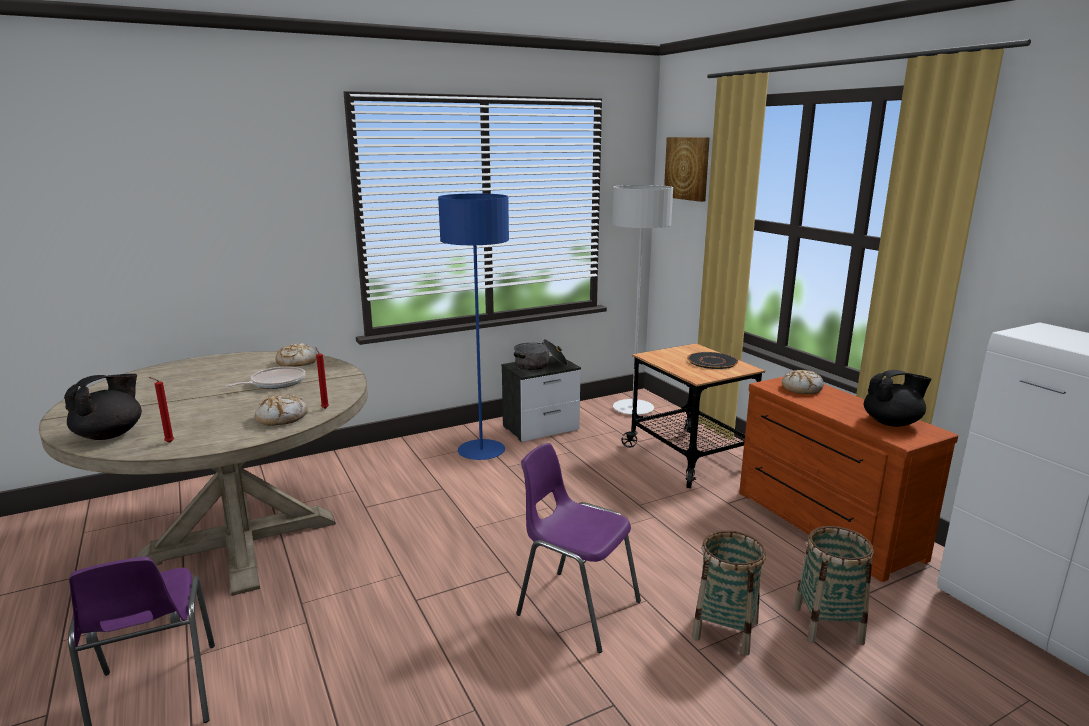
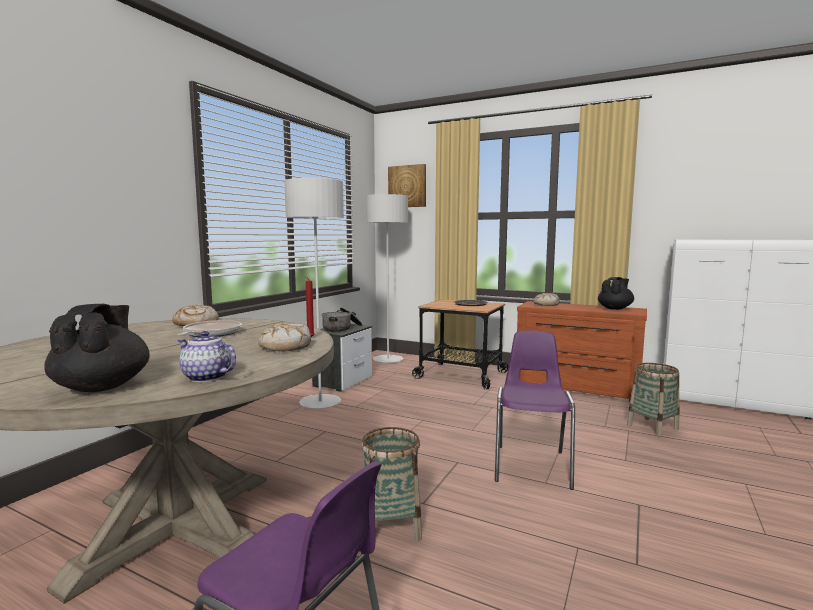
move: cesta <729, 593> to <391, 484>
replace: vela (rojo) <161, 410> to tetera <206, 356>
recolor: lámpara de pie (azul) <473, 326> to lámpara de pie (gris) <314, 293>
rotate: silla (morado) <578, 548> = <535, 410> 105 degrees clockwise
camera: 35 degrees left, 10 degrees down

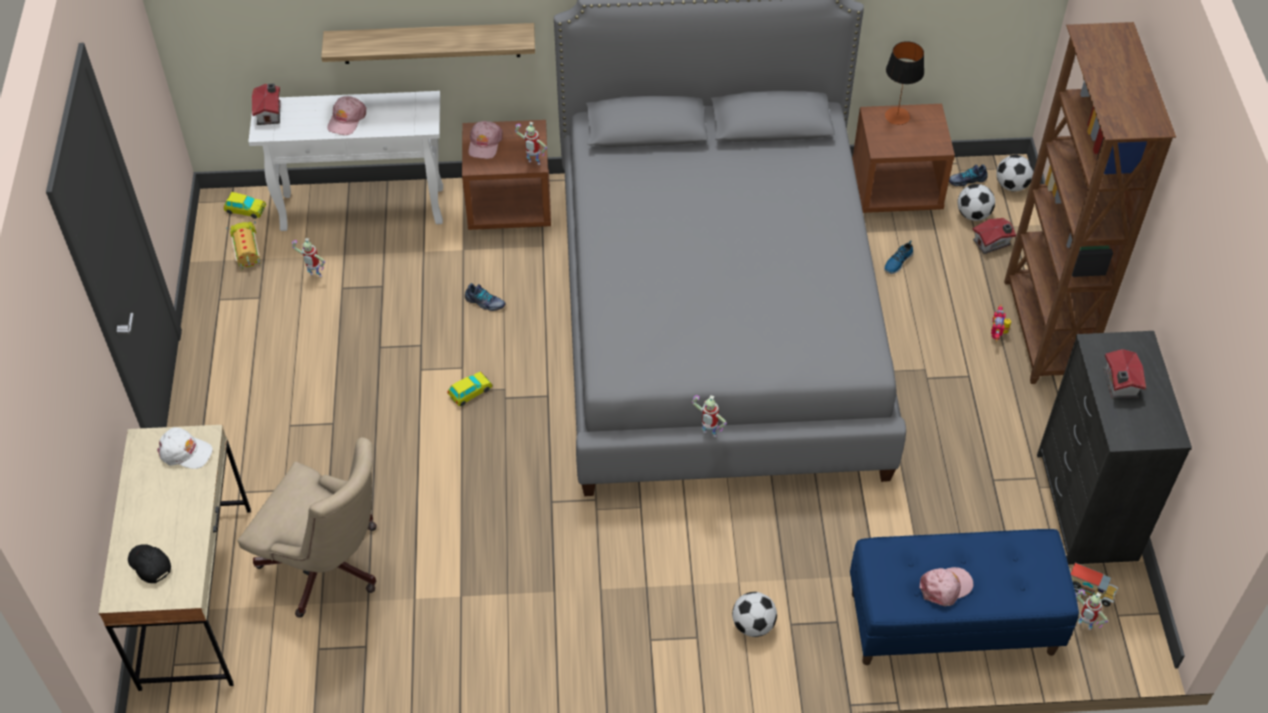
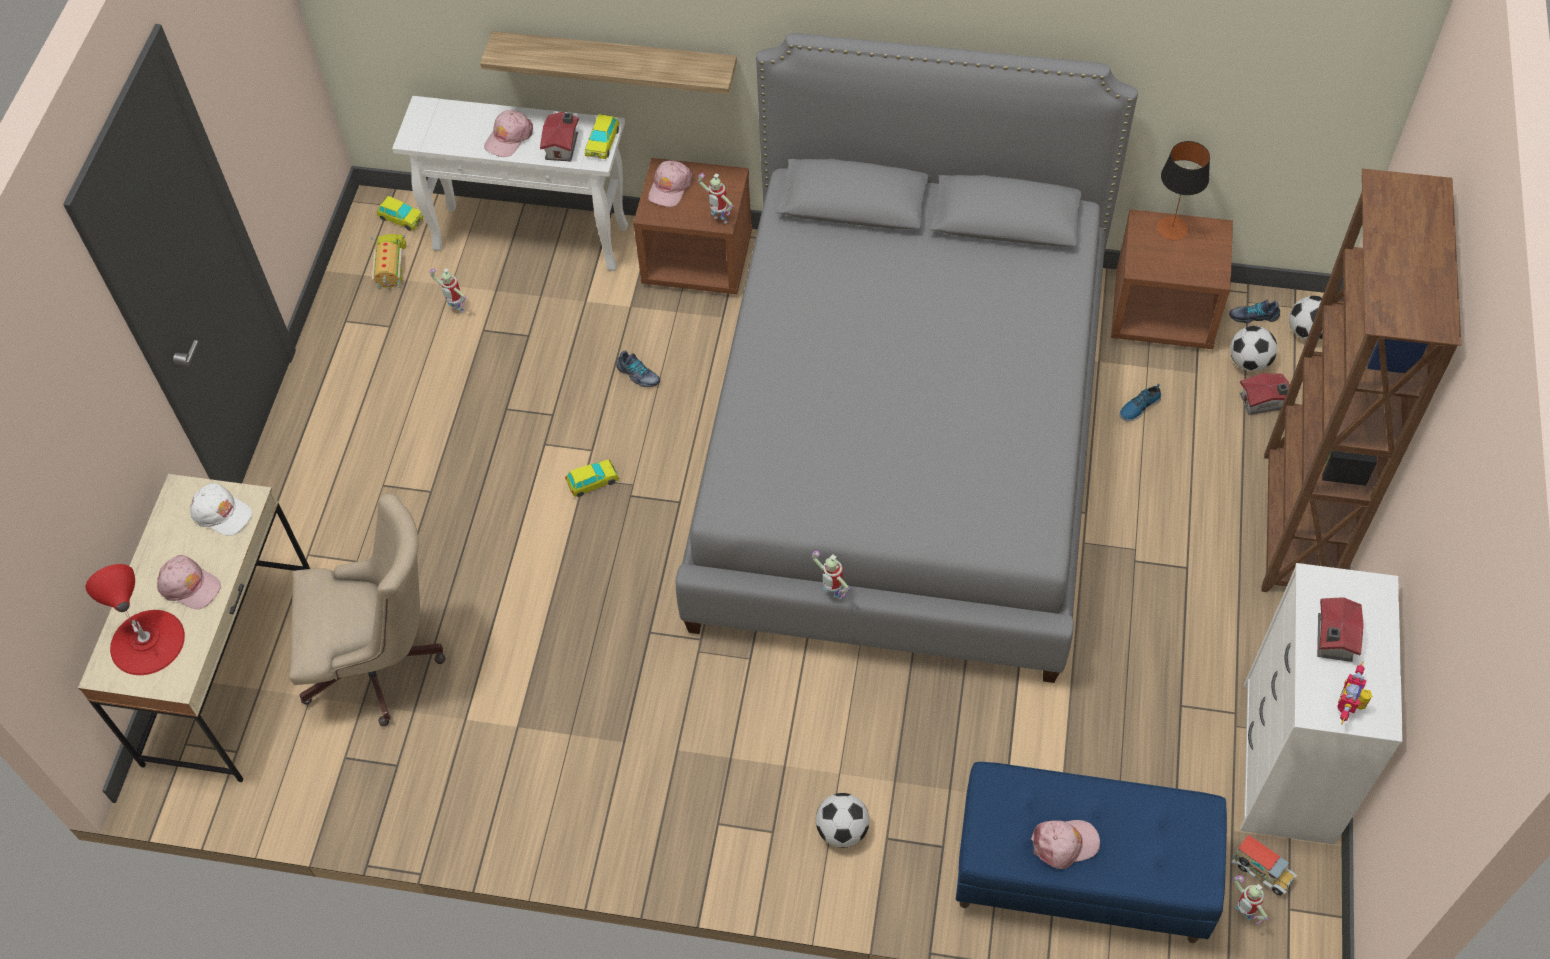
insert: gorra (rosa) <189, 582>; coche de juguete <602, 136>
move: casita <266, 104> to <559, 136>; robot de juguete <1001, 323> to <1354, 693>
replace: gorra (negro) <149, 563> to lámpara de mesa (rojo) <135, 619>
recolor: cómoda (negro) <1114, 448> to cómoda (blanco) <1321, 704>
rotate: silla de oficina (beis) <307, 527> = <367, 610> 45 degrees counterclockwise
camera: 15 degrees right, 5 degrees up

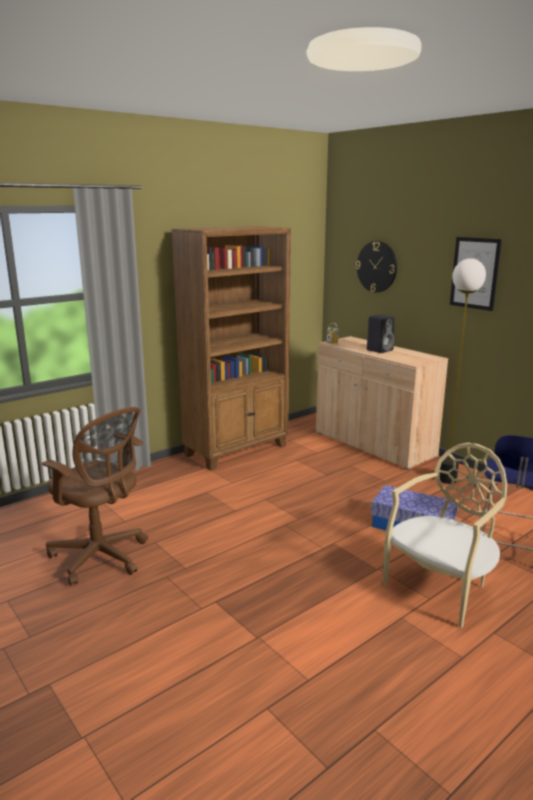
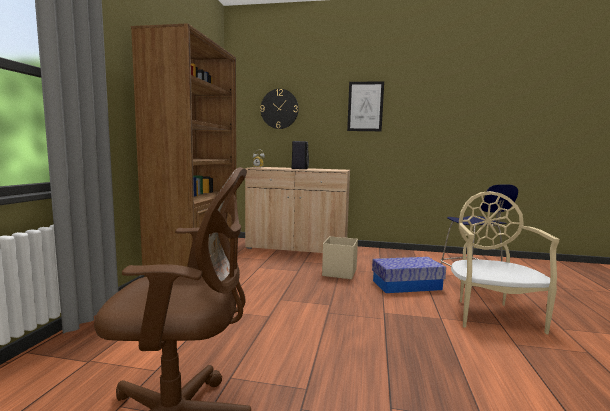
delete: lámpara de pie <462, 371>
insert: caja de almacenaje (beis) <340, 257>
camera: 40 degrees left, 10 degrees down

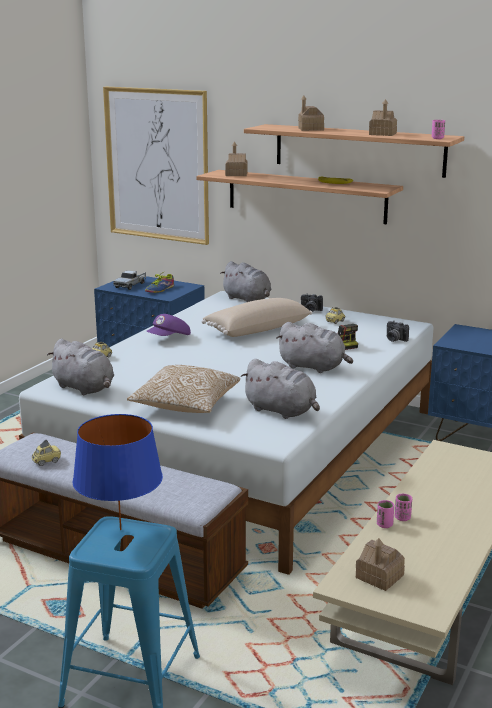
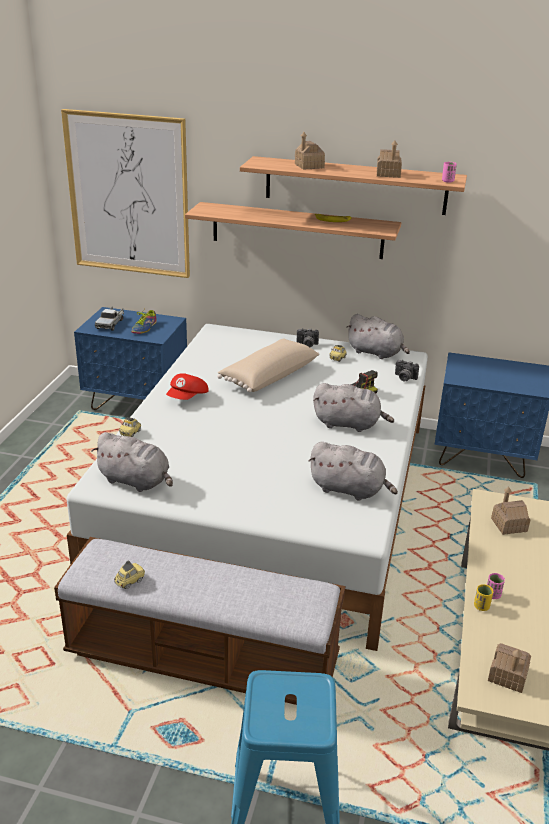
delete: lámpara de mesa (azul) <117, 472>; cojín <183, 389>
move: peluche (gris) <245, 281> to <378, 336>; casita <236, 159> to <511, 511>
recolor: gorra (morado) <169, 325> to gorra (rojo) <187, 386>; taza (rosa) <385, 514> to taza (amarillo) <483, 597>
camera: 15 degrees left, 10 degrees up

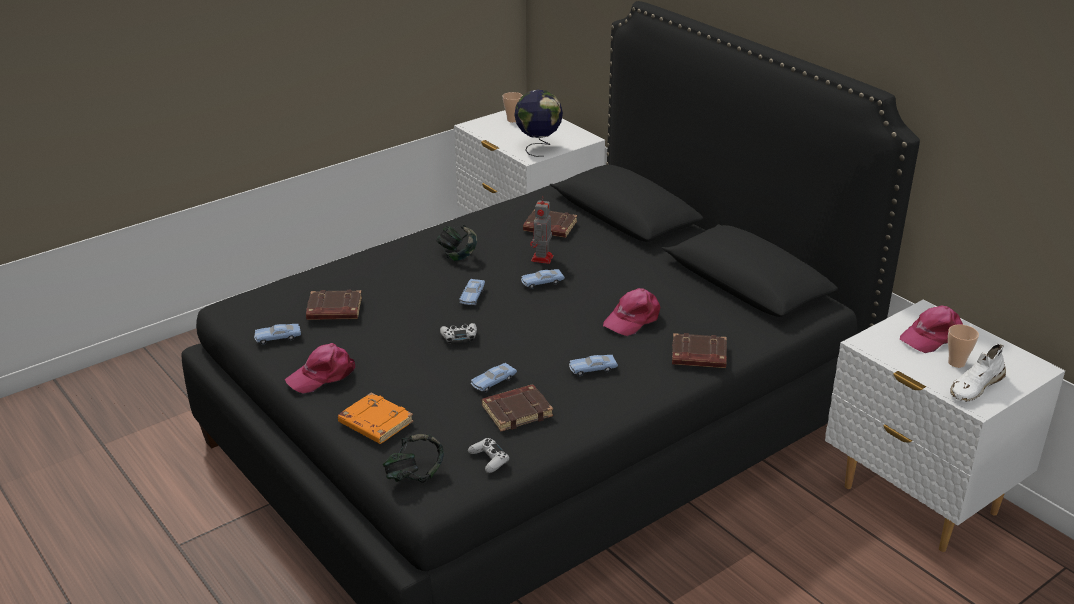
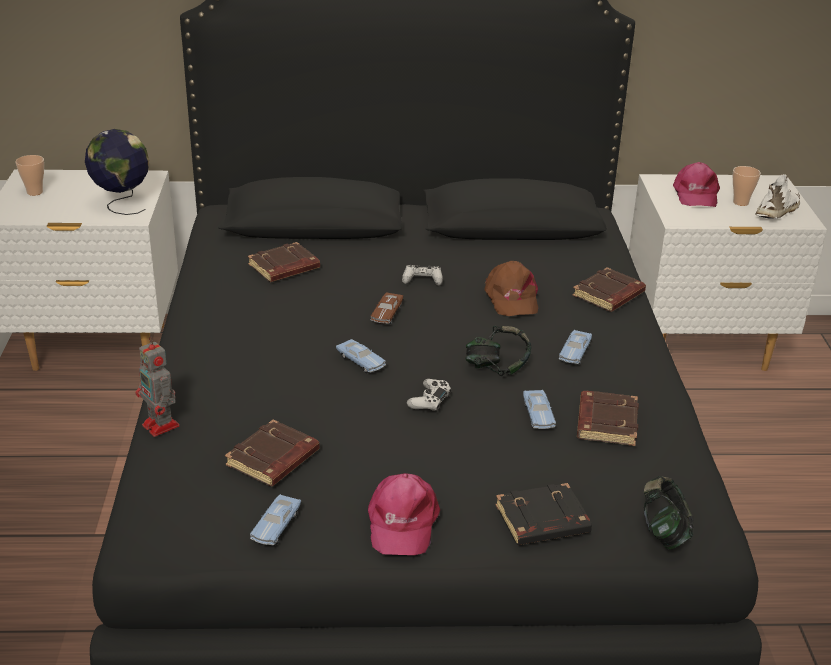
move: auriculares <456, 243> to <498, 351>; mando de consola (blanco) <488, 455> to <422, 275>; robot de juguete <542, 229> to <158, 386>
recolor: libro (naranja) <376, 418> to libro (negro) <544, 514>; coche de juguete (azul) <543, 279> to coche de juguete (marrón) <386, 308>; gorra (rosa) <632, 312> to gorra (marrón) <511, 288>
rotate: zapato (blanco) <978, 373> = <777, 196> 135 degrees counterclockwise
camera: 55 degrees left, 0 degrees up

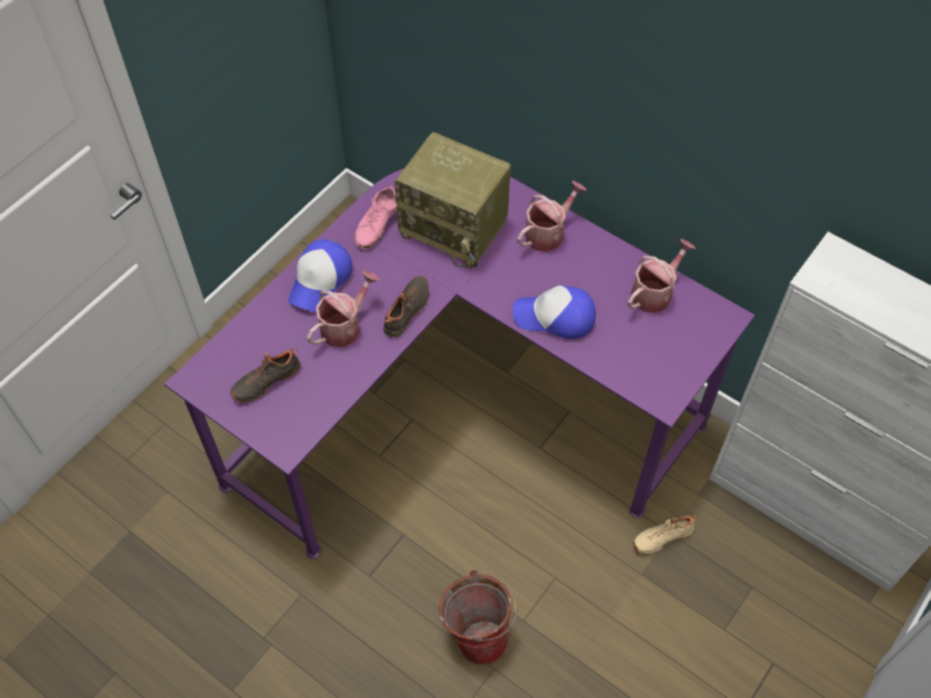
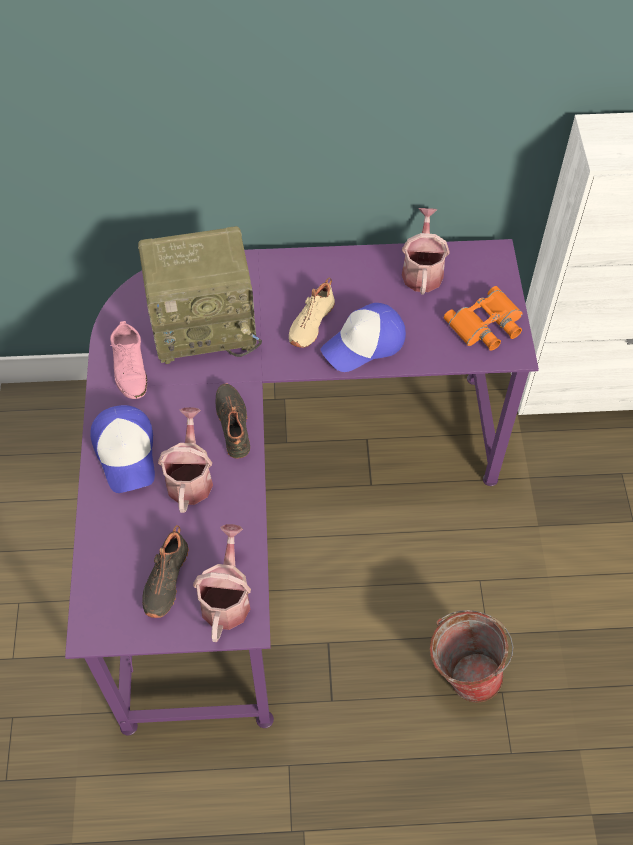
insert: prismáticos (naranja) <483, 318>
move: regadera <552, 216> to <222, 583>; zapato (beis) <665, 534> to <312, 313>
camera: 40 degrees left, 0 degrees up

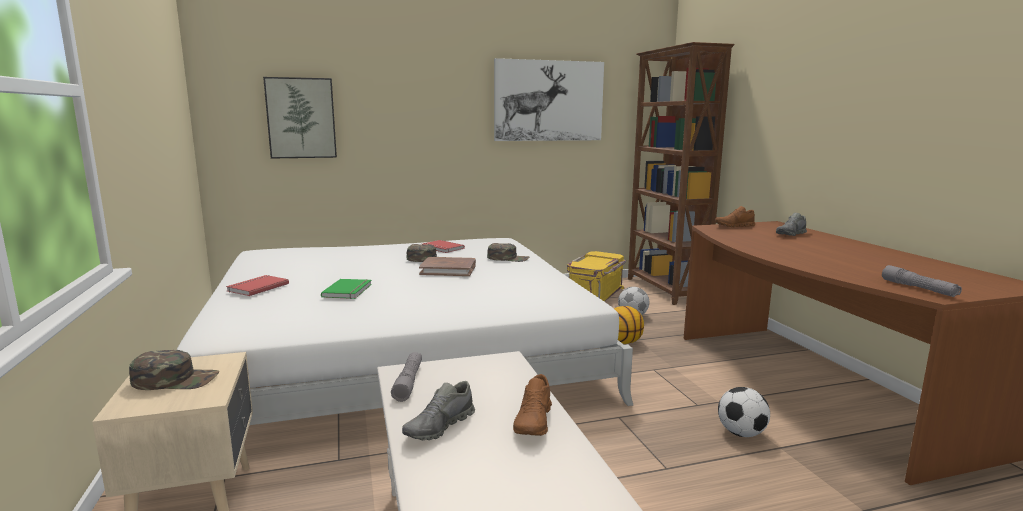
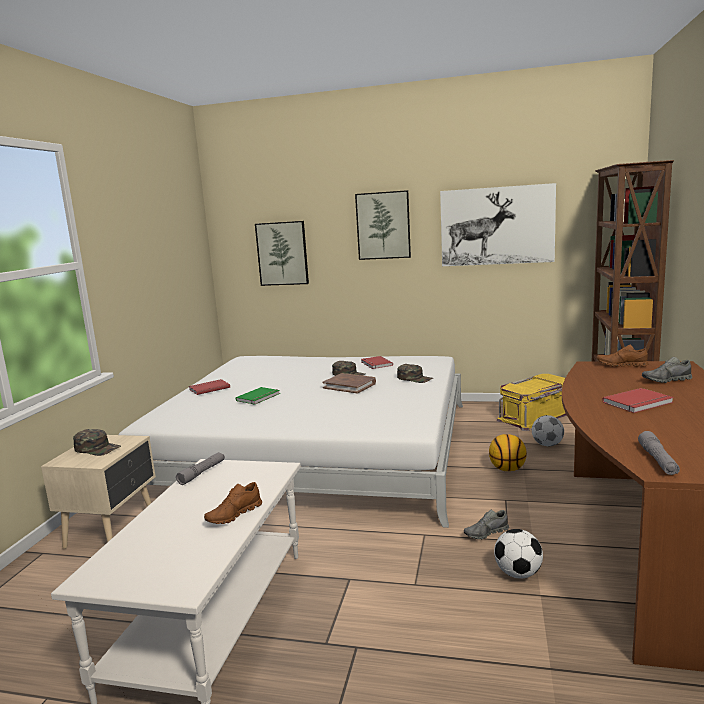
insert: cuadro <383, 225>; libro (rojo) <638, 400>
move: zapato (gris) <438, 410> to <486, 524>
camera: 30 degrees right, 0 degrees up

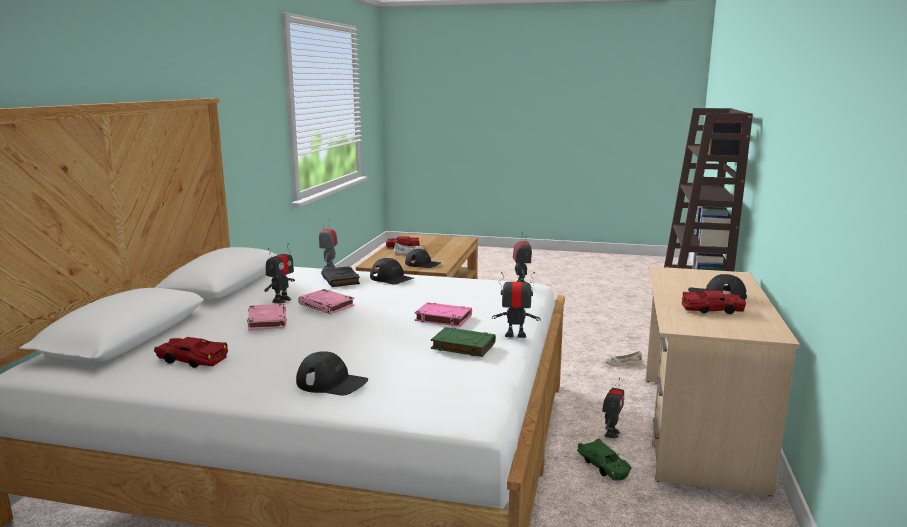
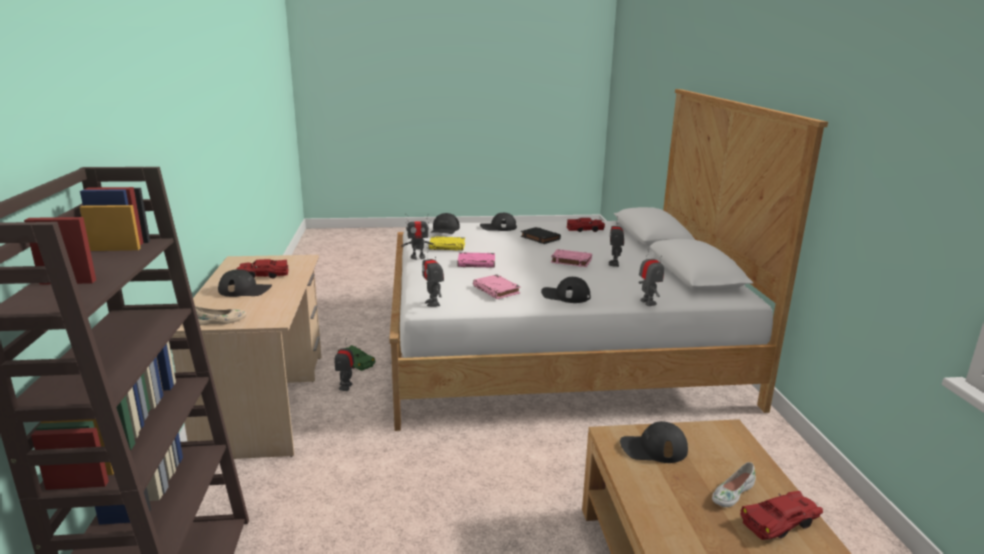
insert: gorra (negro) <445, 223>
move: libro (rosa) <267, 317> to <496, 286>; libro (negro) <340, 276> to <541, 235>; zapato (beis) <623, 358> to <221, 315>
recolor: libro (verde) <463, 342> to libro (amarillo) <446, 243>
camera: 160 degrees right, 5 degrees up

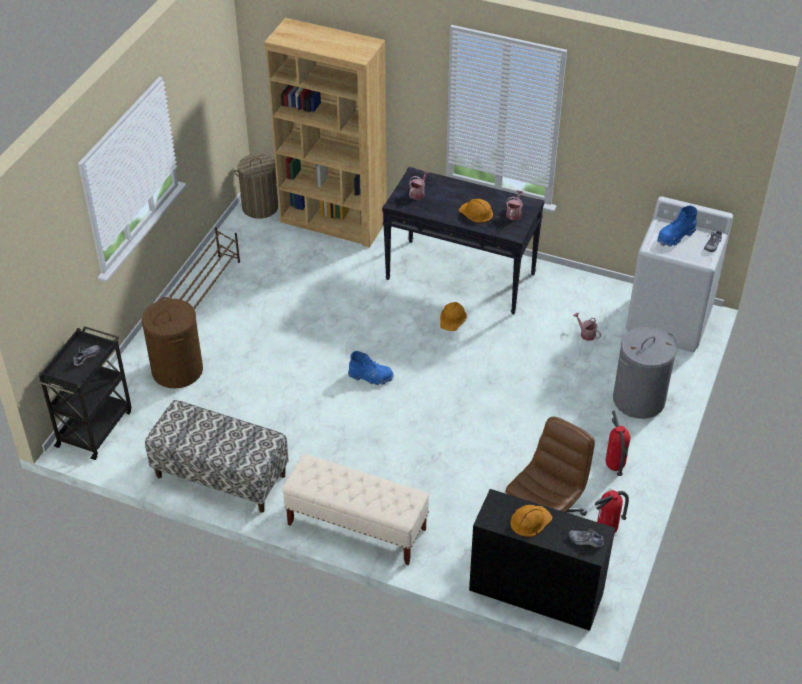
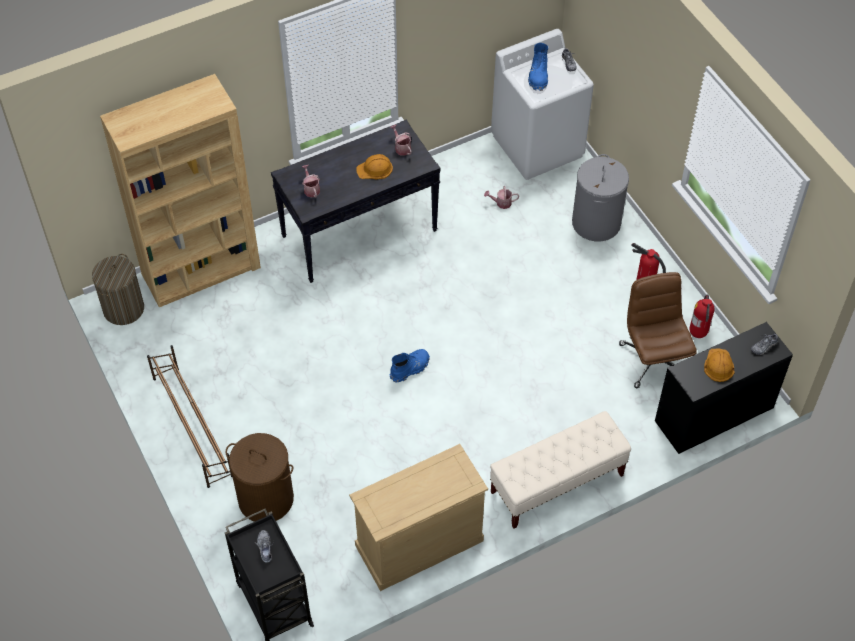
delete: casco (naranja) <453, 316>
replace: banco <217, 456> to cómoda (beis) <418, 517>
camera: 50 degrees left, 10 degrees up

